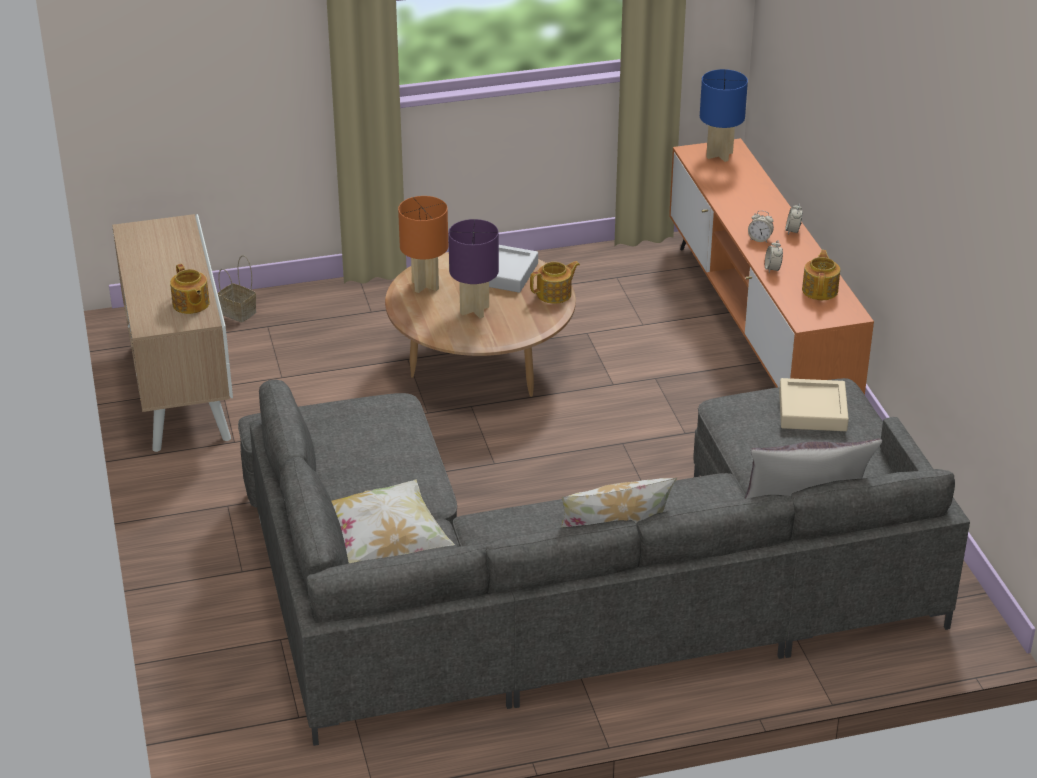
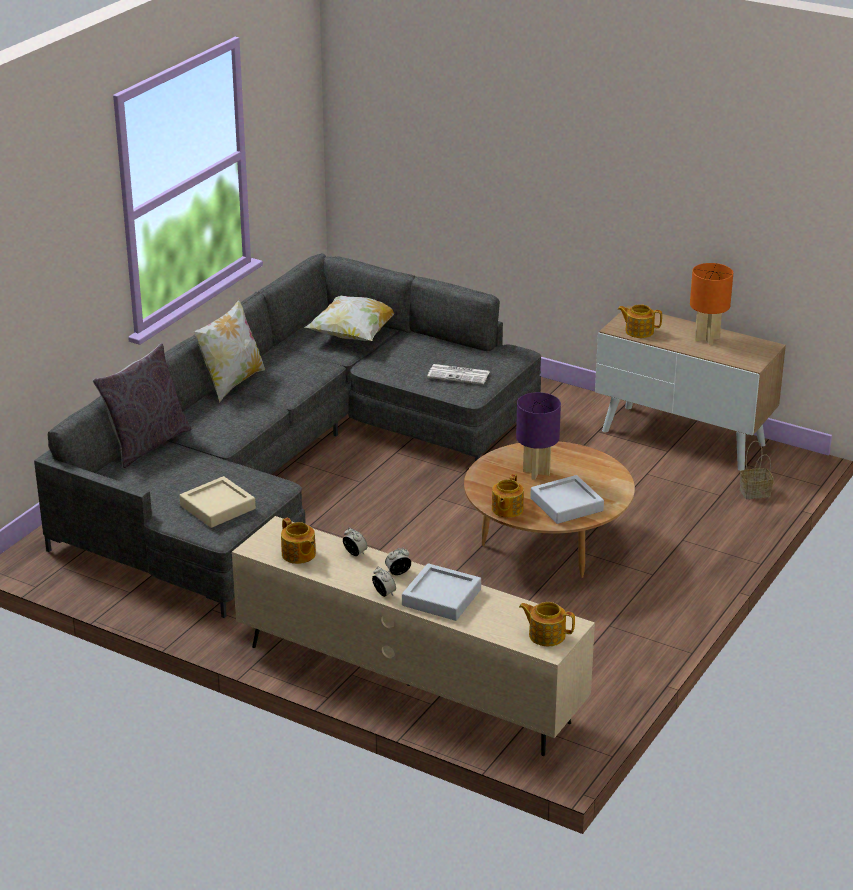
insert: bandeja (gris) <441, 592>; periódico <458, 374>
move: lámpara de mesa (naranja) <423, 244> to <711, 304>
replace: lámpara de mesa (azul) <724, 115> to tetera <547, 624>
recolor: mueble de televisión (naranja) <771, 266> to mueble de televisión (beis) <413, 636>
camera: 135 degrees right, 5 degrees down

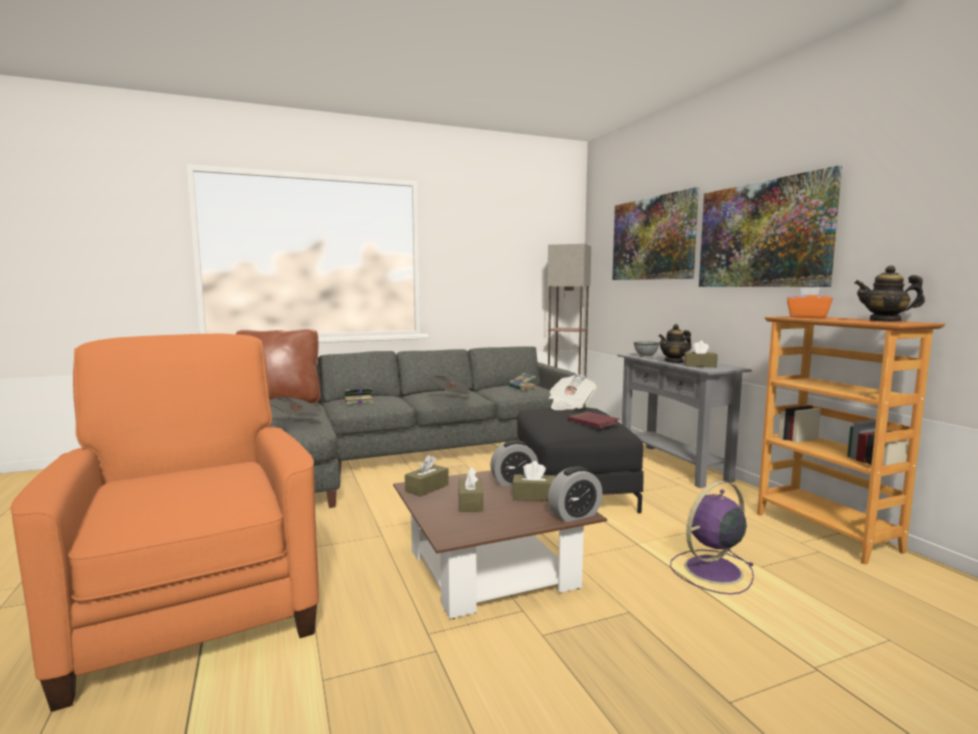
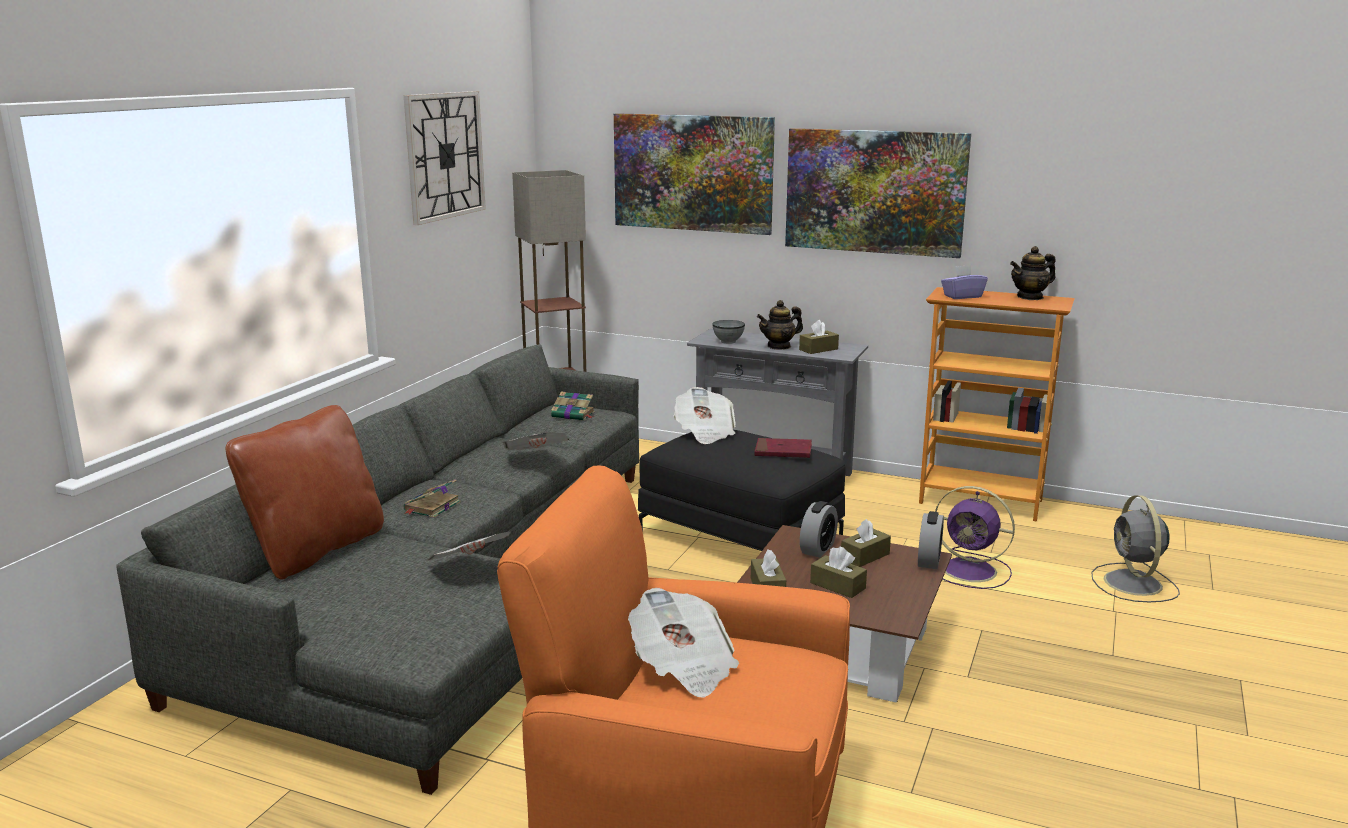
insert: reloj de pared <445, 158>; periódico <683, 643>; ventilador (gris) <1135, 548>
recolor: caja de pañuelos (naranja) <810, 303> to caja de pañuelos (morado) <964, 282>
rotate: tetera <675, 343> = <780, 325> 45 degrees clockwise; ventilador (morado) <712, 538> = <975, 537> 75 degrees counterclockwise
camera: 45 degrees left, 10 degrees up

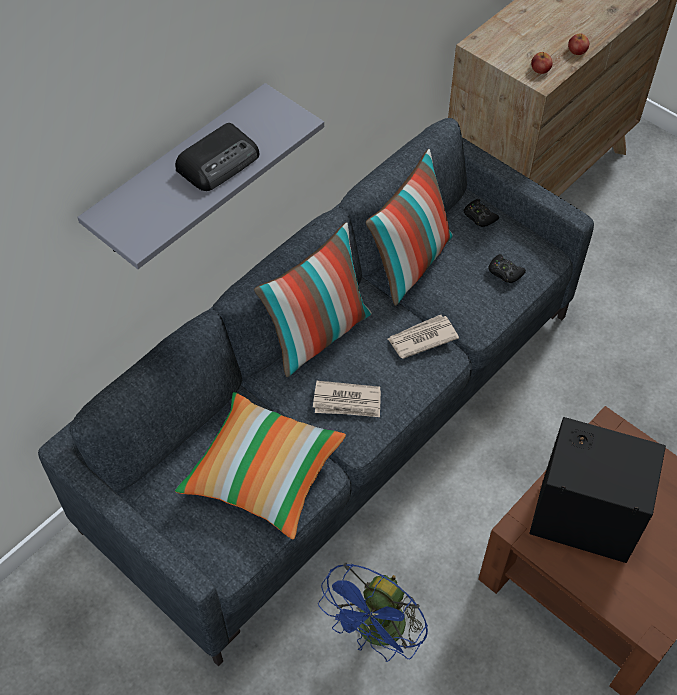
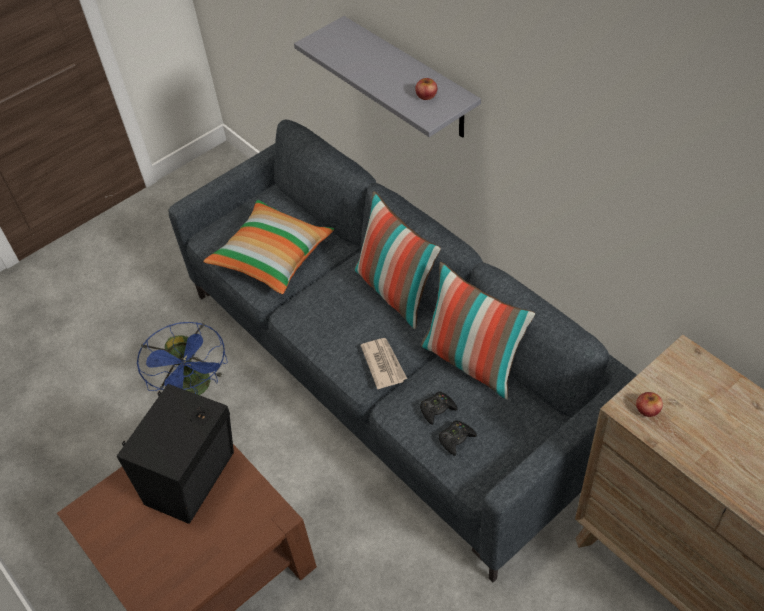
delete: radio <217, 157>; periódico <347, 399>
move: mando de consola (negro) <481, 213> to <438, 408>; manzana <578, 44> to <426, 89>
rotate: ventilador (azul) <373, 612> = <182, 358> 150 degrees counterclockwise
camera: 100 degrees right, 5 degrees down

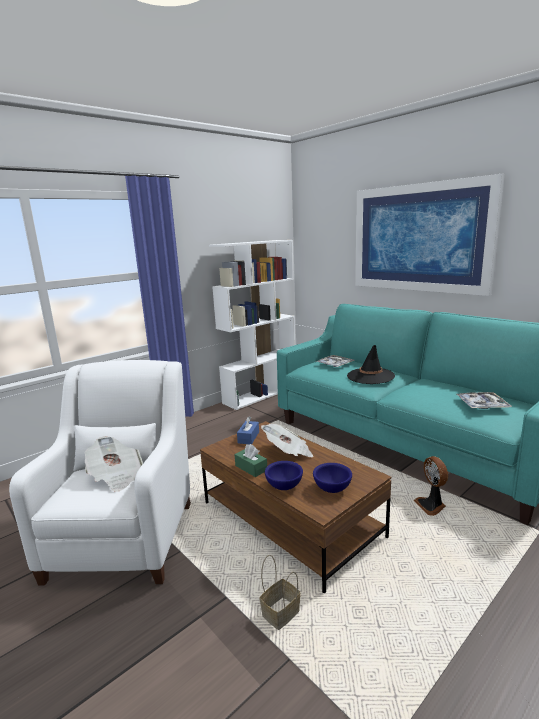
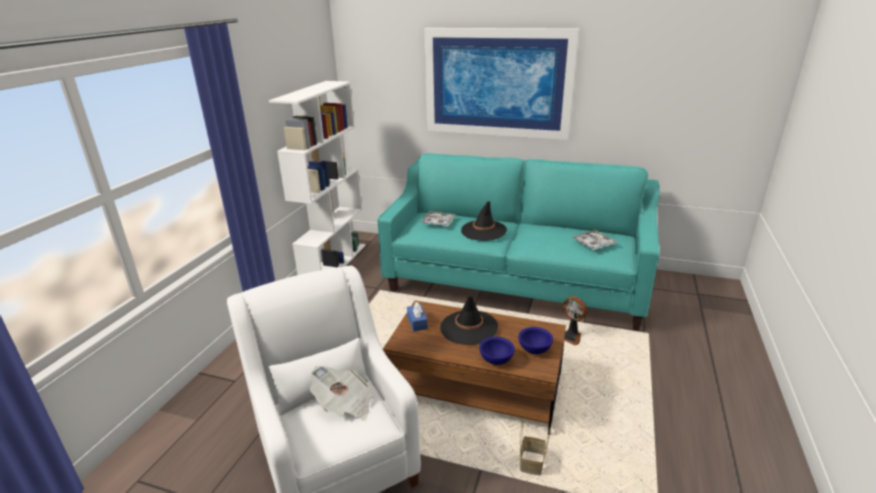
delete: caja de pañuelos (verde) <251, 460>
replace: periódico <287, 440> to sombrero (negro) <469, 320>
camera: 30 degrees left, 10 degrees up

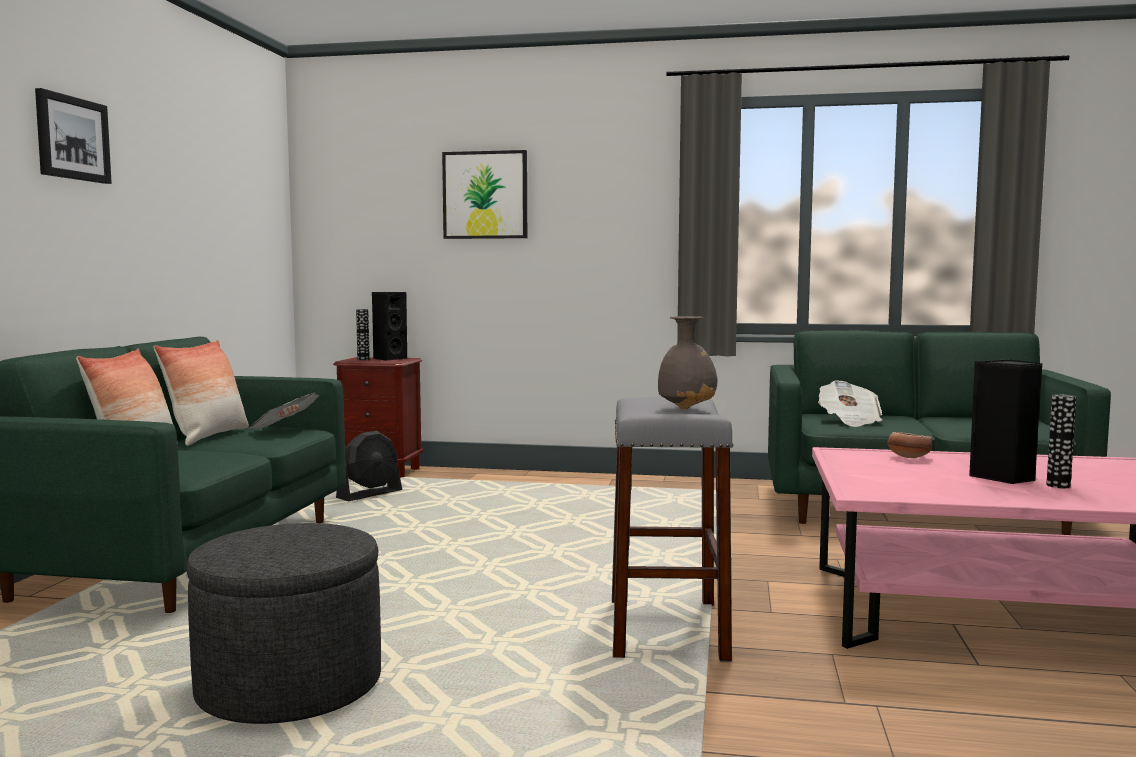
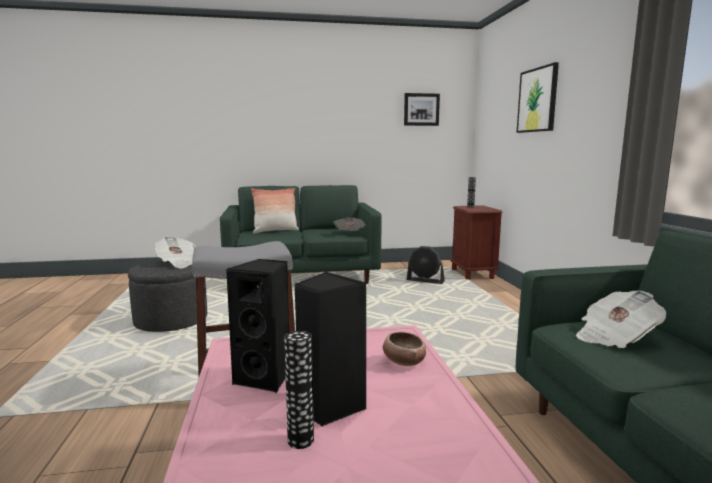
delete: cojín <201, 393>; florero (gris) <688, 362>
insert: periódico <175, 252>
move: cuadro <73, 136> to <422, 109>; altavoz (negro) <389, 326> to <257, 326>
camera: 70 degrees right, 5 degrees up

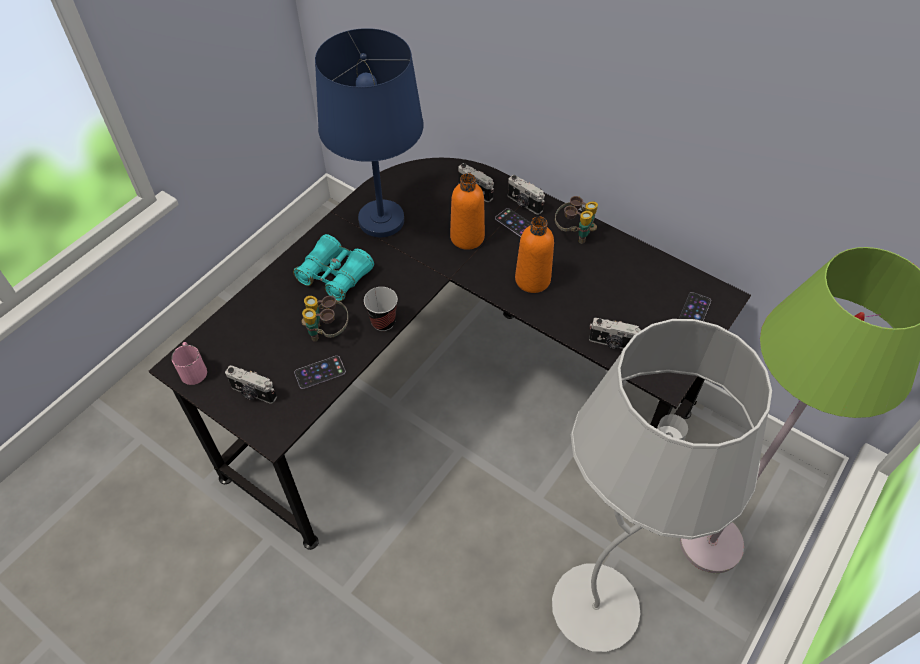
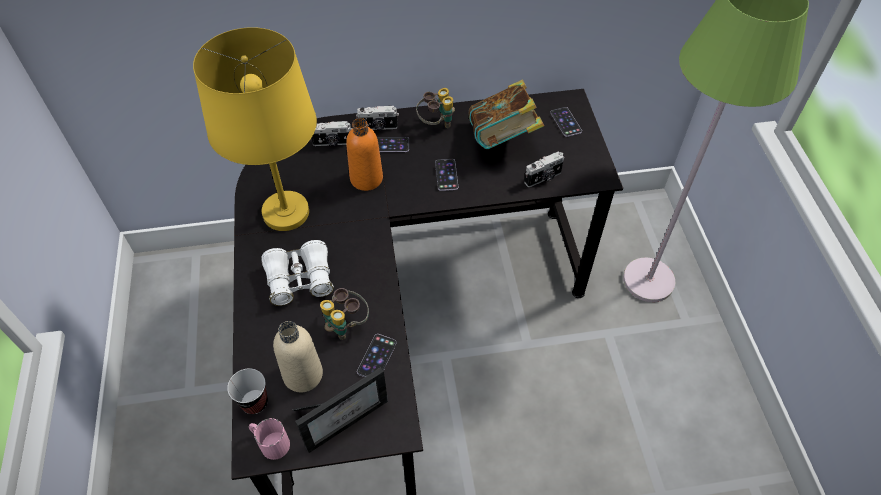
delete: lámpara de pie (blanco) <662, 485>
insert: botella (beis) <298, 356>; libro <506, 114>
move: taza <381, 309> to <247, 391>
replace: cámara <251, 384> to portarretratos <340, 410>; botella (naranja) <534, 254> to móvil <446, 175>
recolor: prismáticos (turquesa) <333, 267> to prismáticos (blanco) <297, 273>; lámpara de mesa (azul) <369, 132> to lámpara de mesa (amarillo) <255, 129>
camera: 45 degrees left, 0 degrees up

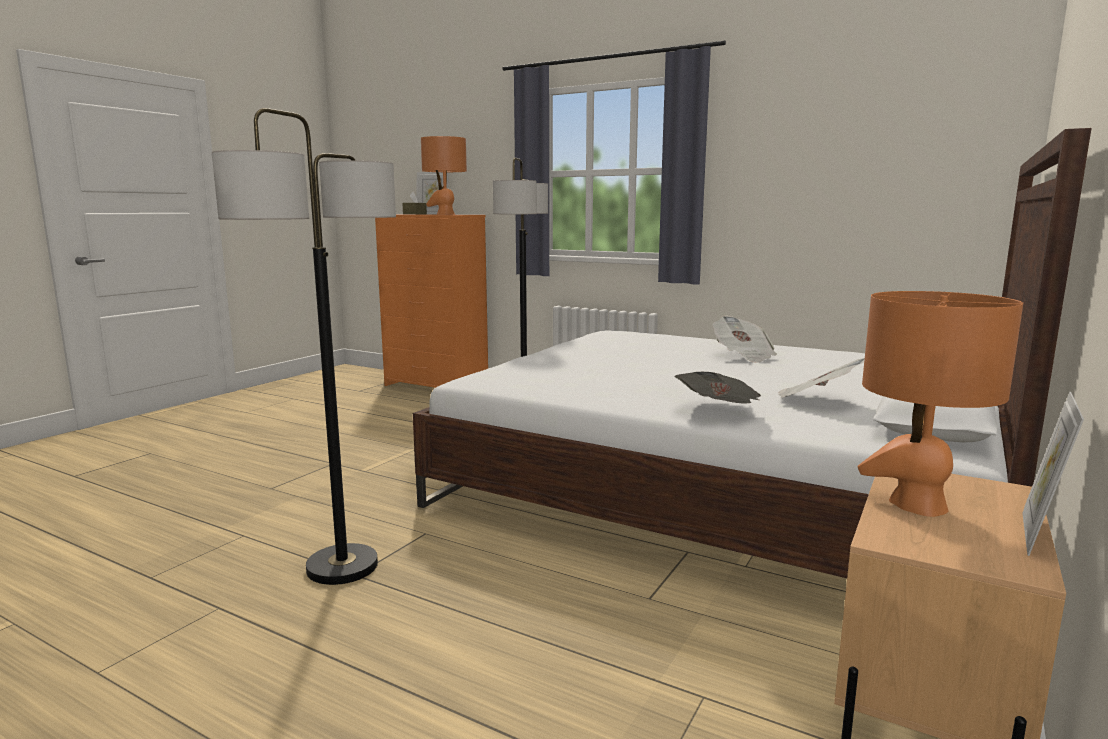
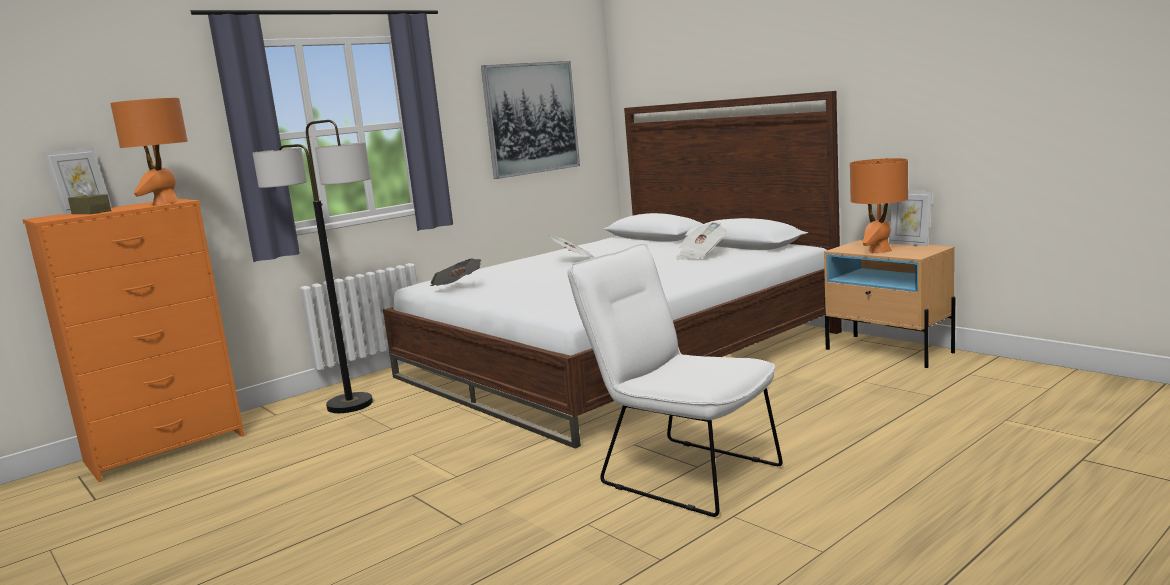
insert: cuadro <530, 120>
move: periódico <718, 388> to <455, 272>
replace: lámpara de pie <304, 346> to silla (blanco) <674, 380>
camera: 70 degrees left, 0 degrees up

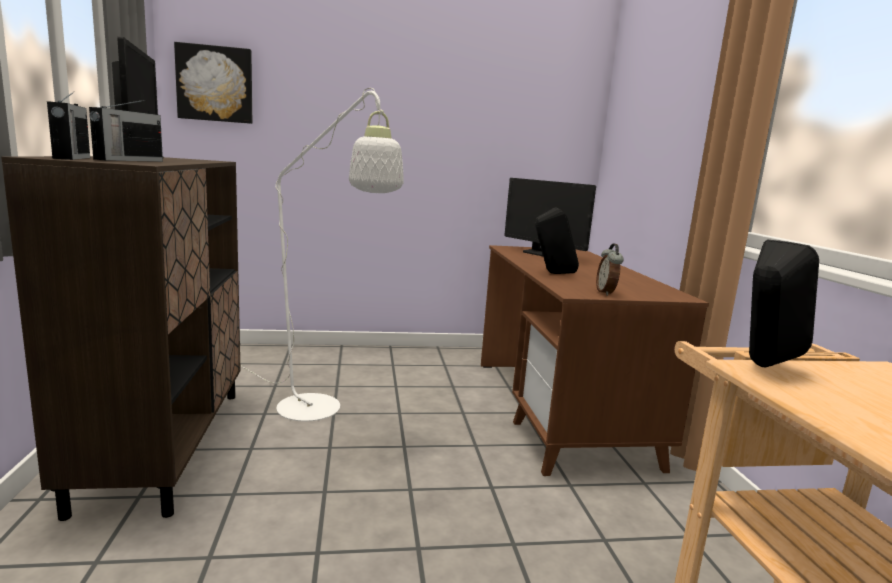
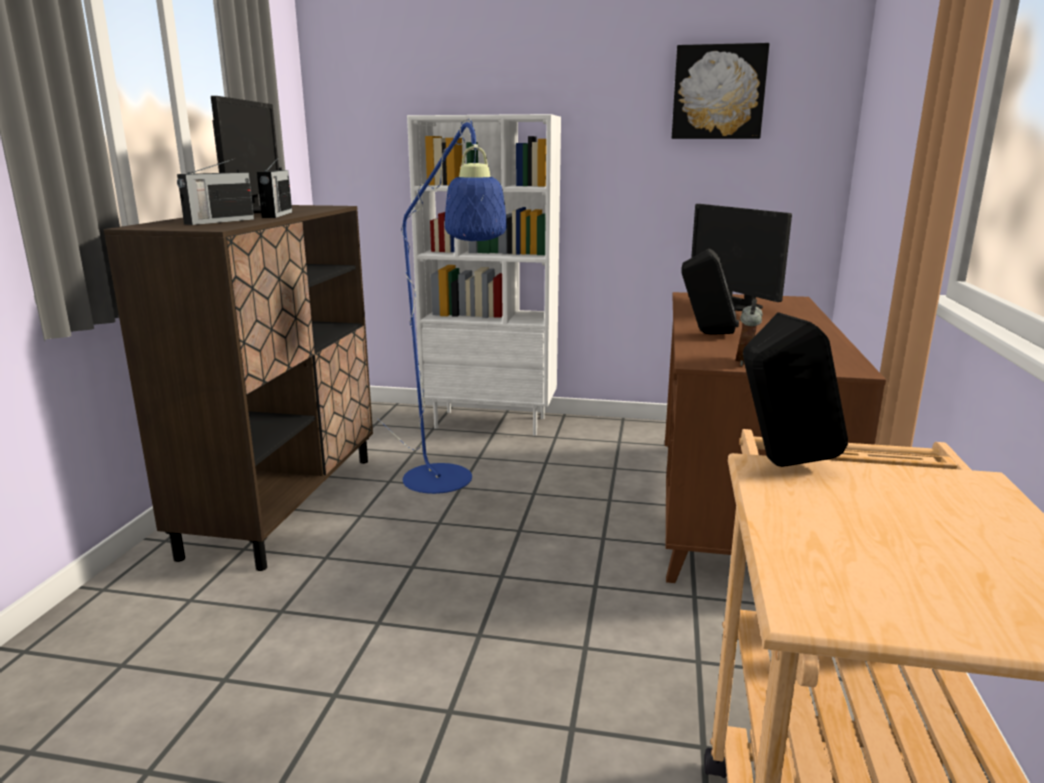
insert: estantería (blanco) <484, 275>
move: radio <68, 126> to <274, 187>; cuadro <213, 83> to <720, 91>
recolor: lámpara de pie (blanco) <322, 254> to lámpara de pie (azul) <442, 306>
camera: 20 degrees right, 5 degrees up

